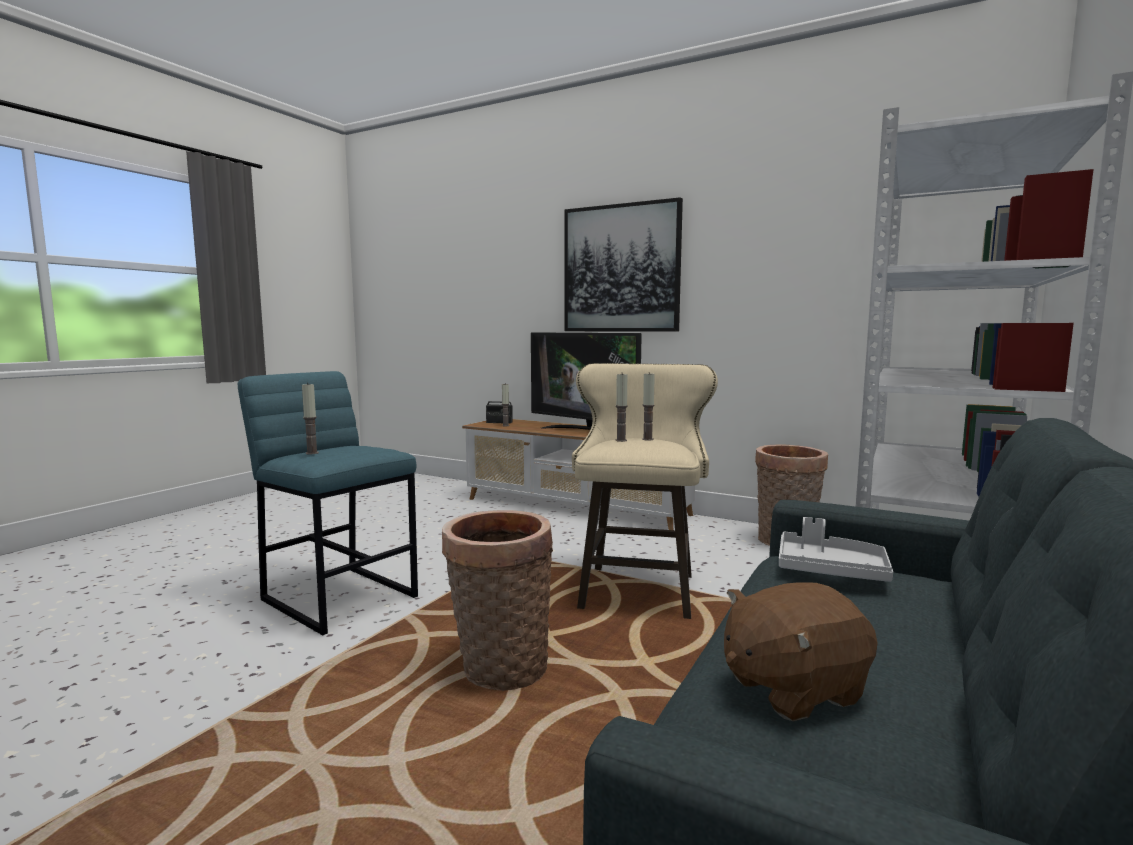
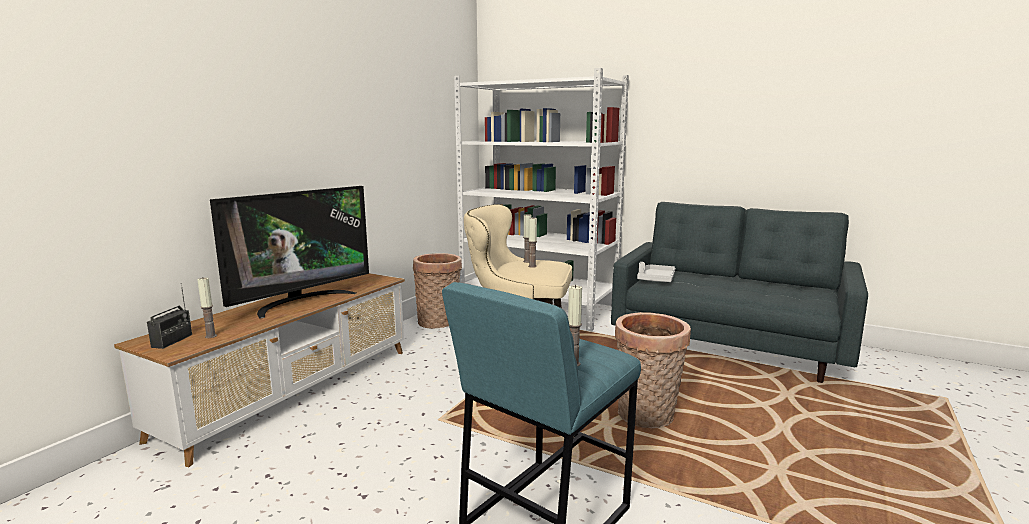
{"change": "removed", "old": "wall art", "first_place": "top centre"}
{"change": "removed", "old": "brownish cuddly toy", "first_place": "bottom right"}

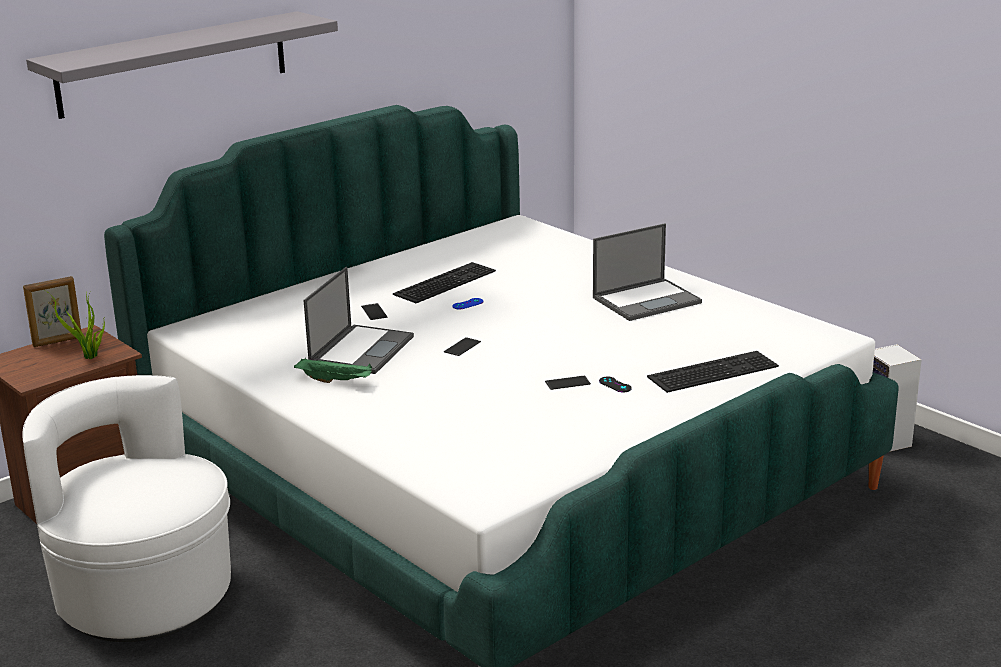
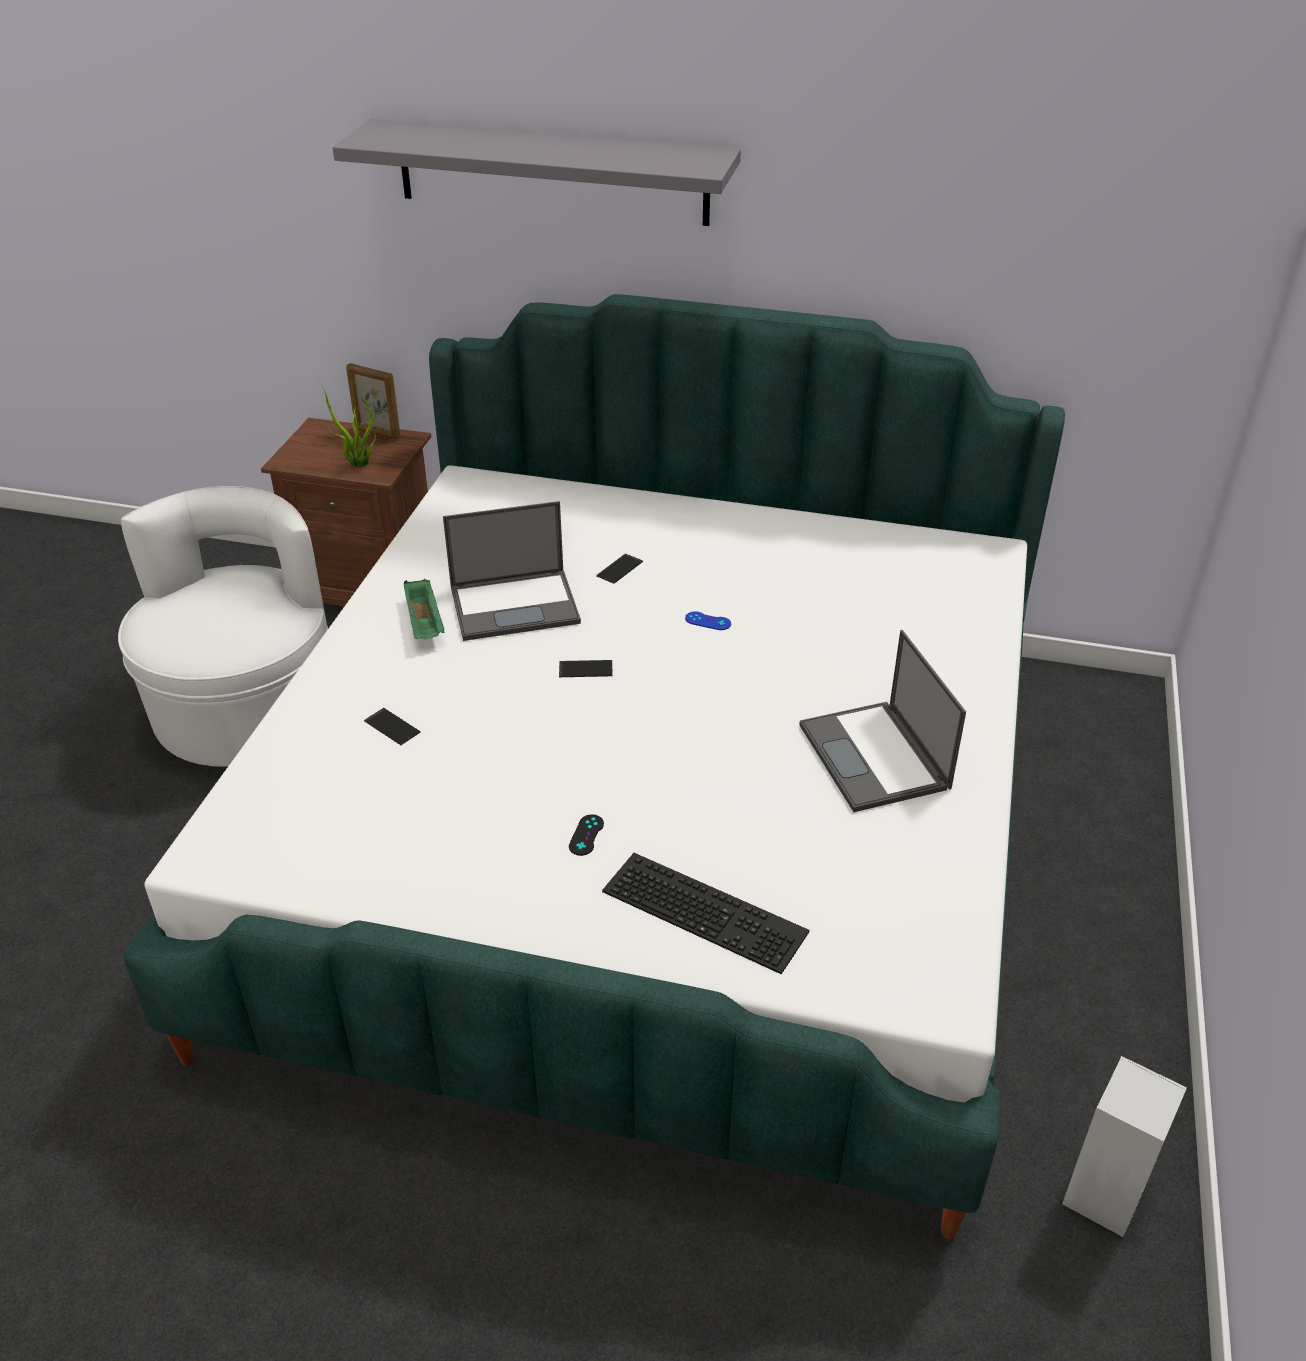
{"change": "turned", "old": "portable computer (2nd from left)", "first_place": "centre", "second_place": "middle right", "degrees": 45}
{"change": "removed", "old": "keyboard (1st from left)", "first_place": "centre"}
{"change": "moved", "old": "telephone (3rd from left in the first image)", "new": "telephone (1st from left)", "first_place": "centre", "second_place": "middle left"}

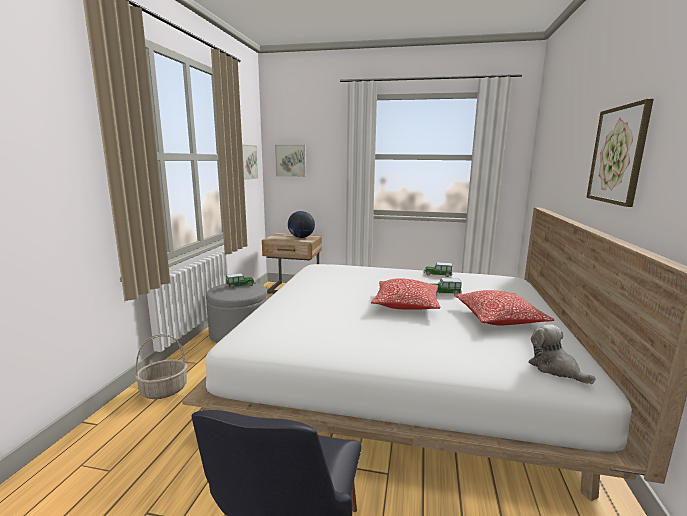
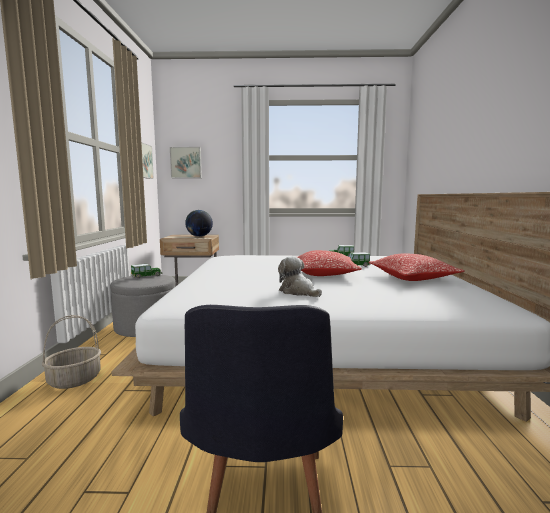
{"change": "removed", "old": "wall art (3rd from left)", "first_place": "top right"}
{"change": "moved", "old": "cuddly toy", "first_place": "bottom right", "second_place": "centre"}

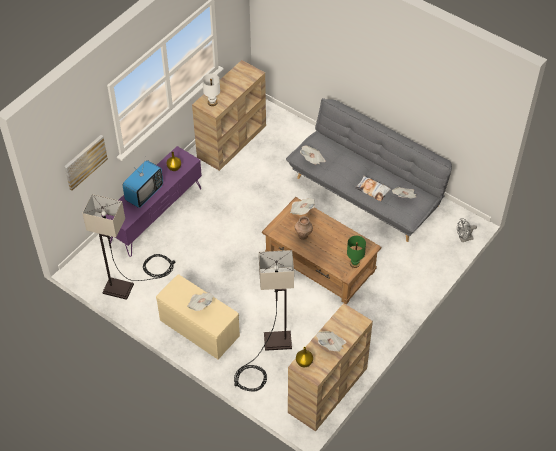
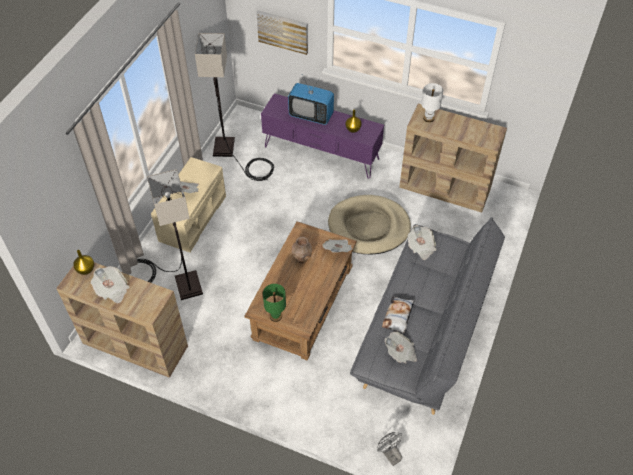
{"change": "added", "new": "sand-coloured dog bed", "second_place": "centre"}

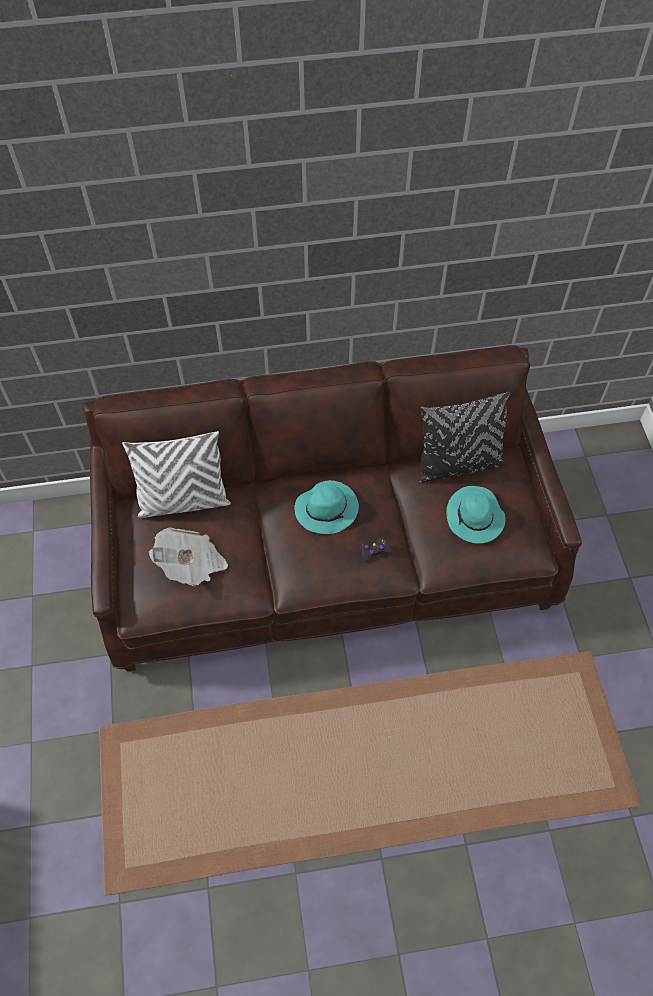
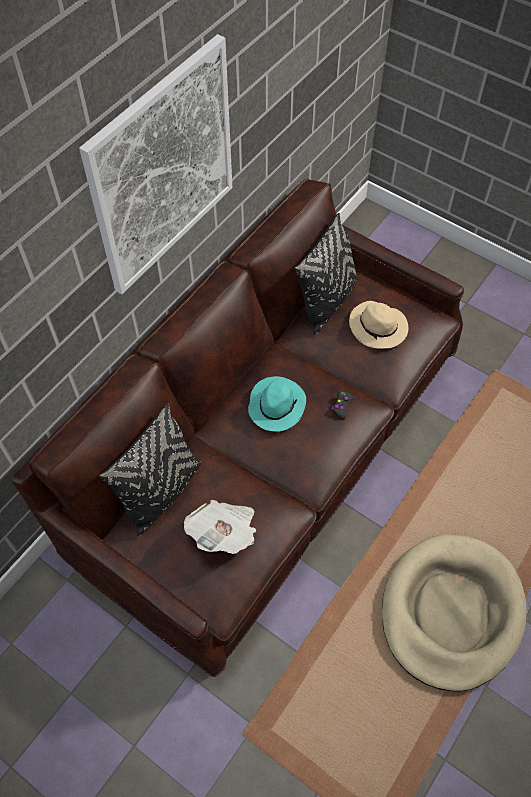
{"change": "recoloured", "old": "white pillow", "new": "black pillow (1st from left)", "first_place": "middle left", "second_place": "middle left"}
{"change": "recoloured", "old": "blue-green wearable hat (2nd from left)", "new": "sand-coloured wearable hat", "first_place": "middle right", "second_place": "middle right"}
{"change": "added", "new": "wall art", "second_place": "top left"}
{"change": "added", "new": "sand-coloured dog bed", "second_place": "bottom right"}

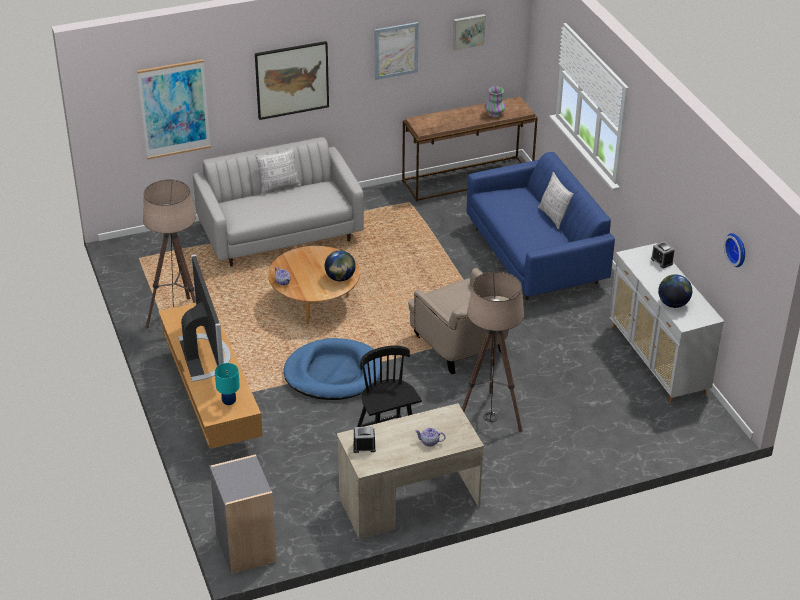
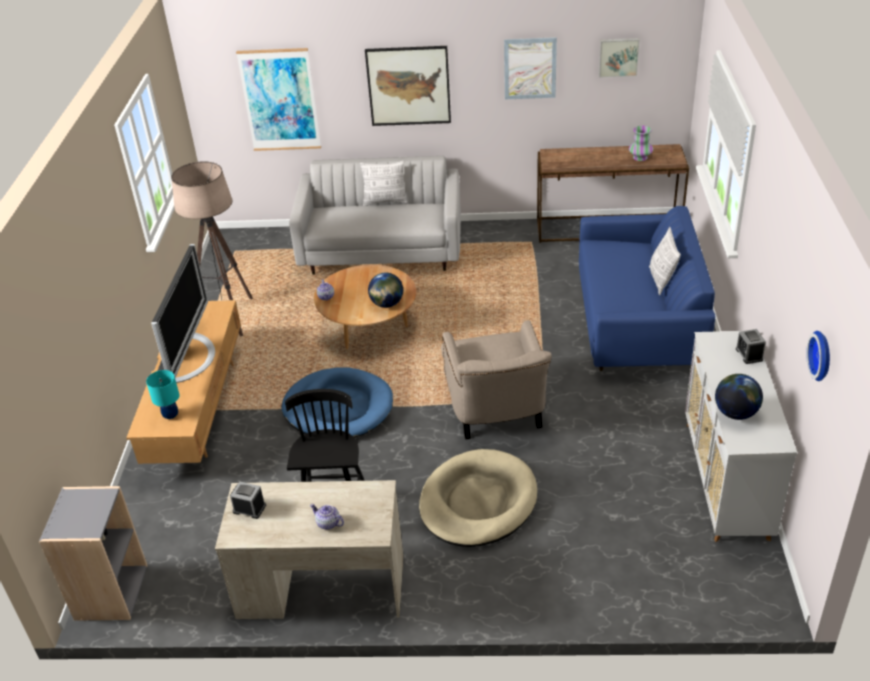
{"change": "replaced", "old": "floor lamp (2nd from left)", "new": "sand-coloured dog bed", "first_place": "centre", "second_place": "bottom centre"}

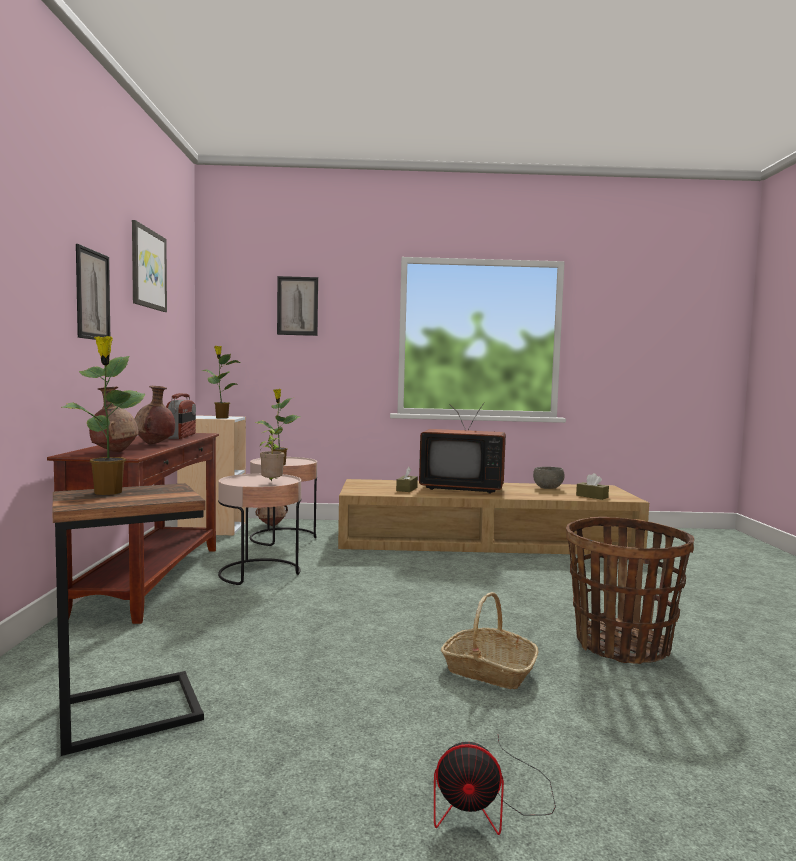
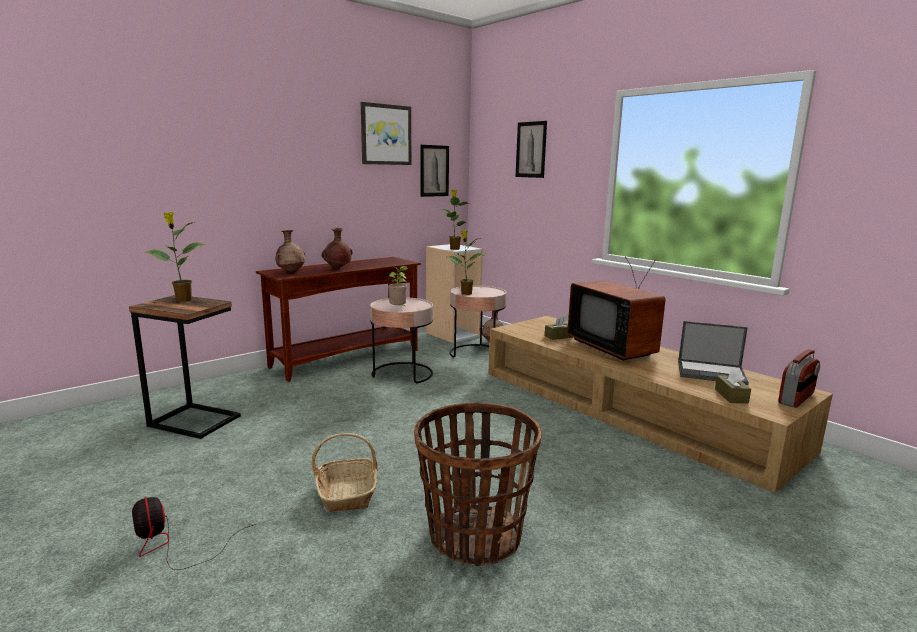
{"change": "moved", "old": "wall art (1st from left in the first image)", "new": "wall art (2nd from left)", "first_place": "middle left", "second_place": "top centre"}
{"change": "moved", "old": "radio", "first_place": "middle left", "second_place": "middle right"}
{"change": "replaced", "old": "grey bowl", "new": "portable computer", "first_place": "middle right", "second_place": "middle right"}

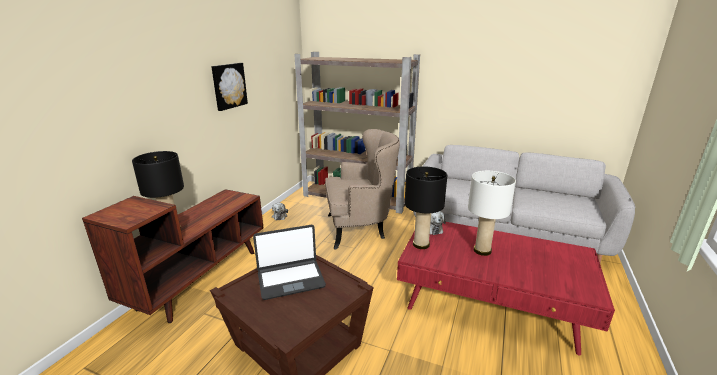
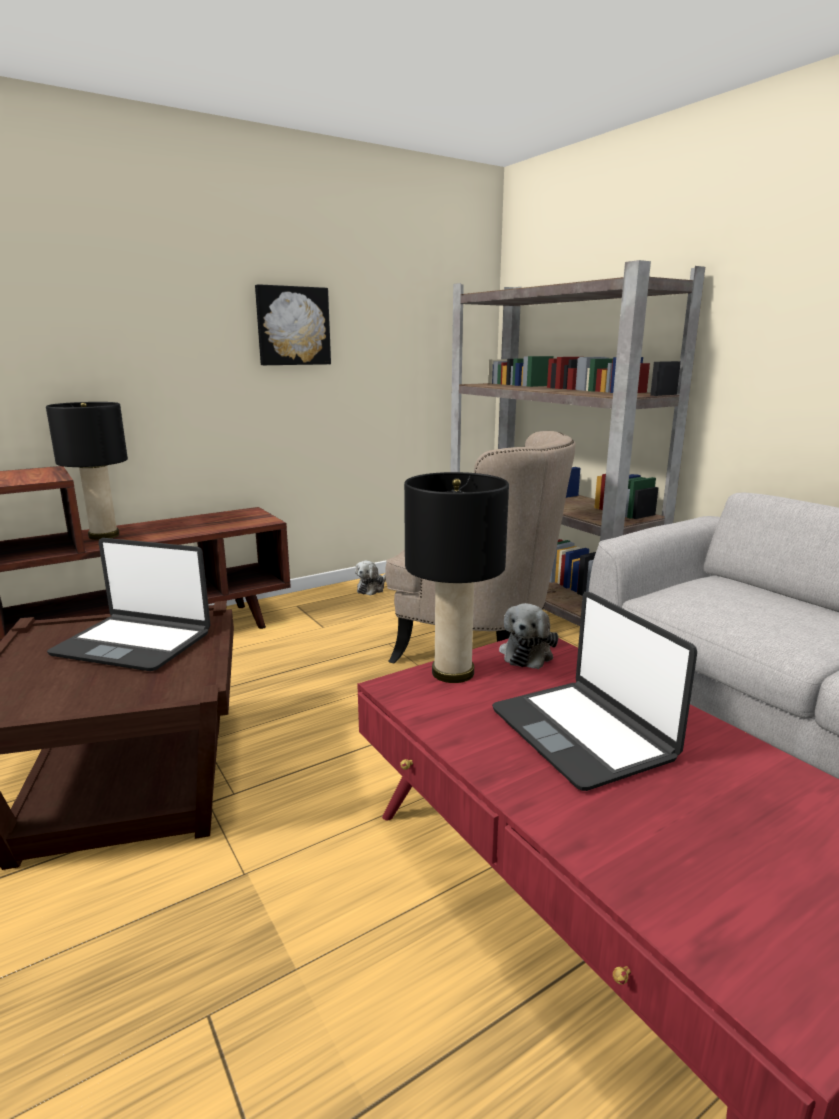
{"change": "replaced", "old": "white tabletop lamp", "new": "portable computer (2nd from left)", "first_place": "middle right", "second_place": "middle right"}

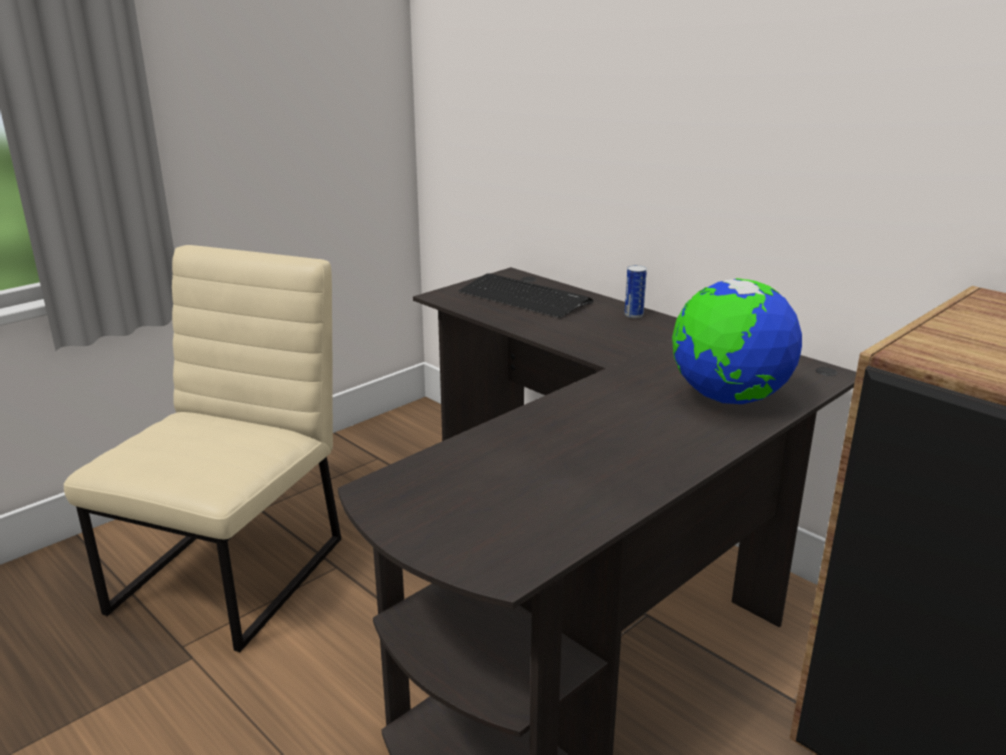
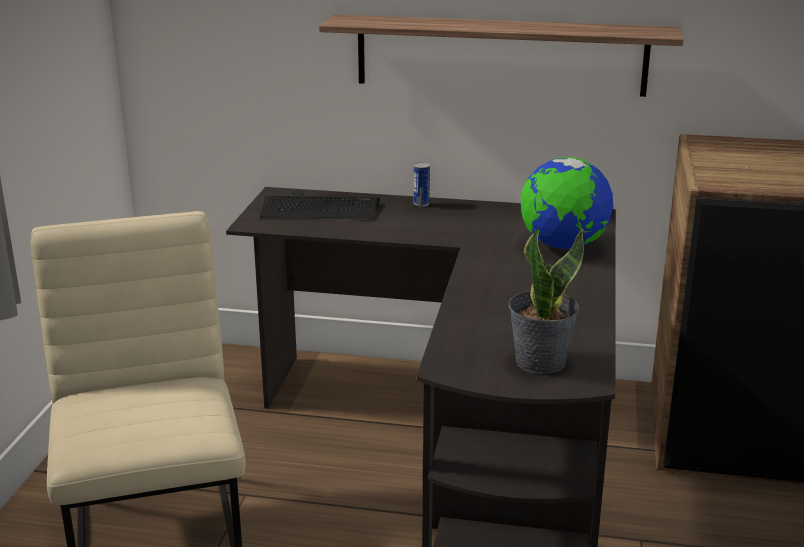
{"change": "added", "new": "bracket shelf", "second_place": "top centre"}
{"change": "added", "new": "plant in a pot", "second_place": "middle right"}

